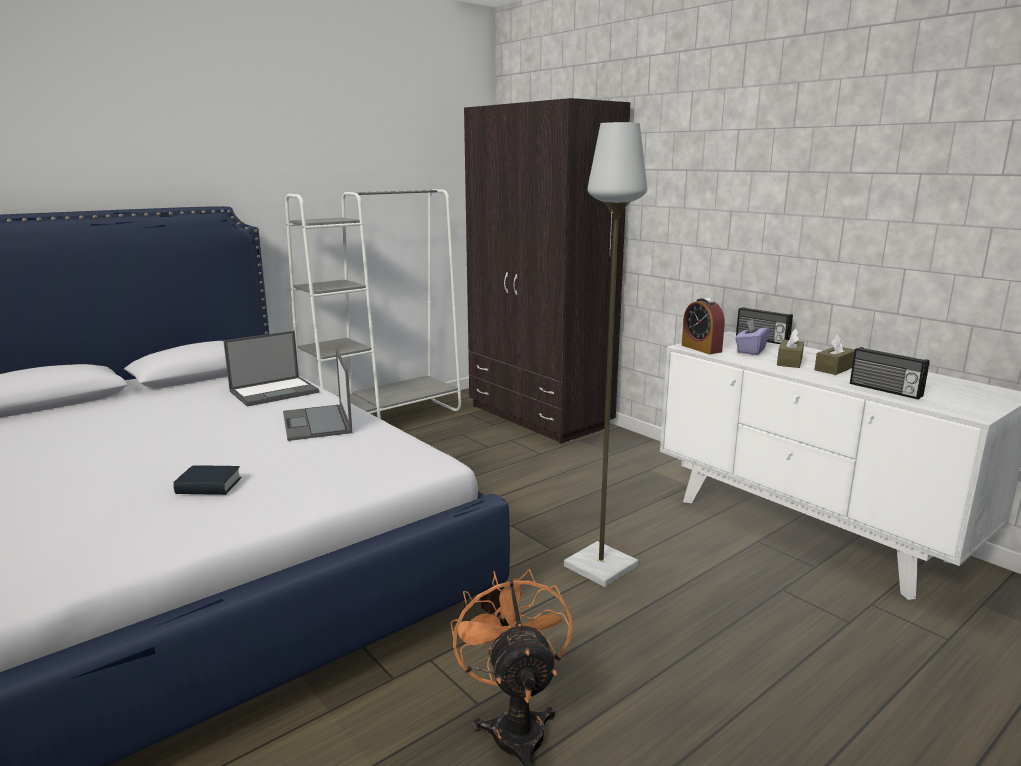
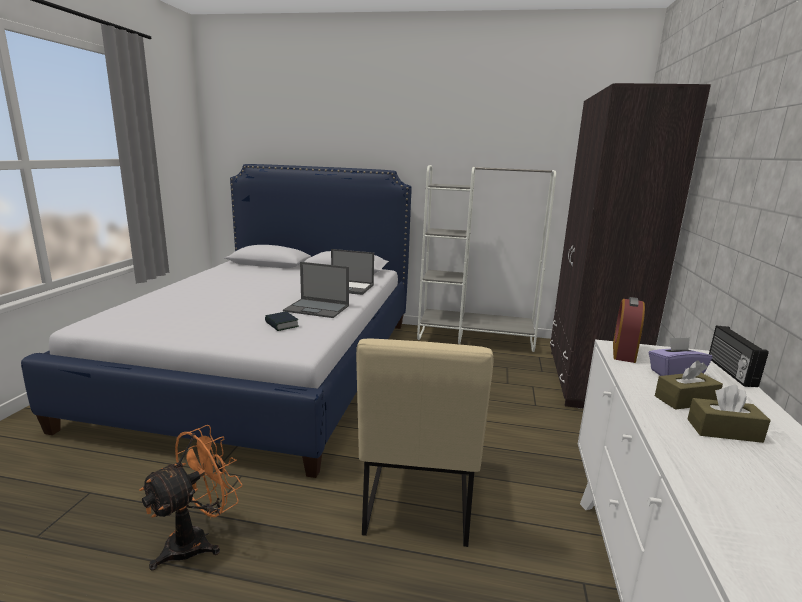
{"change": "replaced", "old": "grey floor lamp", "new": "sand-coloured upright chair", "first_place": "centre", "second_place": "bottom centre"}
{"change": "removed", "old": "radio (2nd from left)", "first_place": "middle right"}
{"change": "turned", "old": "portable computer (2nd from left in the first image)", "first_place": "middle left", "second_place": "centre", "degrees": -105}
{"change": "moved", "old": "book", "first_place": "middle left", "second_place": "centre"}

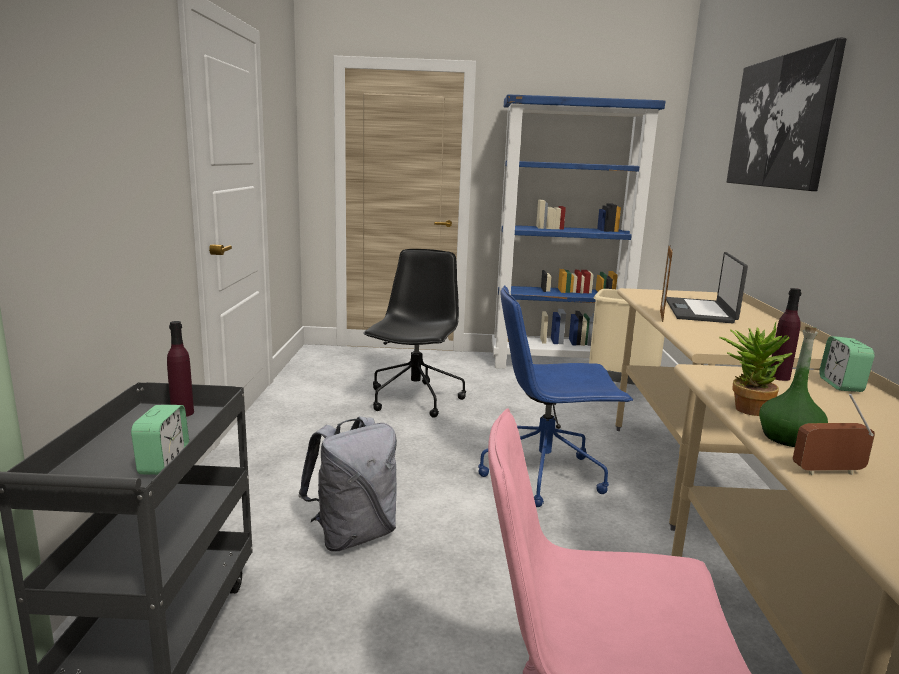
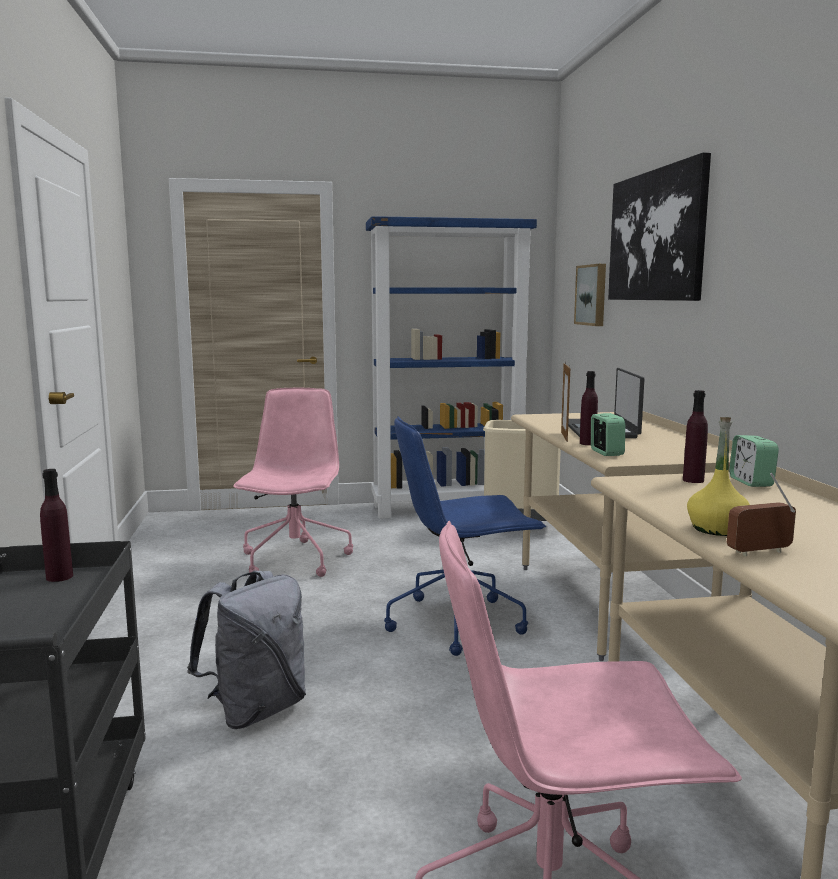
{"change": "recoloured", "old": "black desk chair", "new": "pink desk chair (1st from left)", "first_place": "centre", "second_place": "centre"}
{"change": "removed", "old": "plant in a pot", "first_place": "middle right"}
{"change": "recoloured", "old": "green-coloured beverage bottle", "new": "yellow-coloured beverage bottle", "first_place": "middle right", "second_place": "middle right"}
{"change": "moved", "old": "alarm clock (1st from left)", "first_place": "middle left", "second_place": "middle right"}
{"change": "added", "new": "wall art (1st from left)", "second_place": "middle right"}
{"change": "added", "new": "purplish beverage bottle (2nd from left)", "second_place": "middle right"}

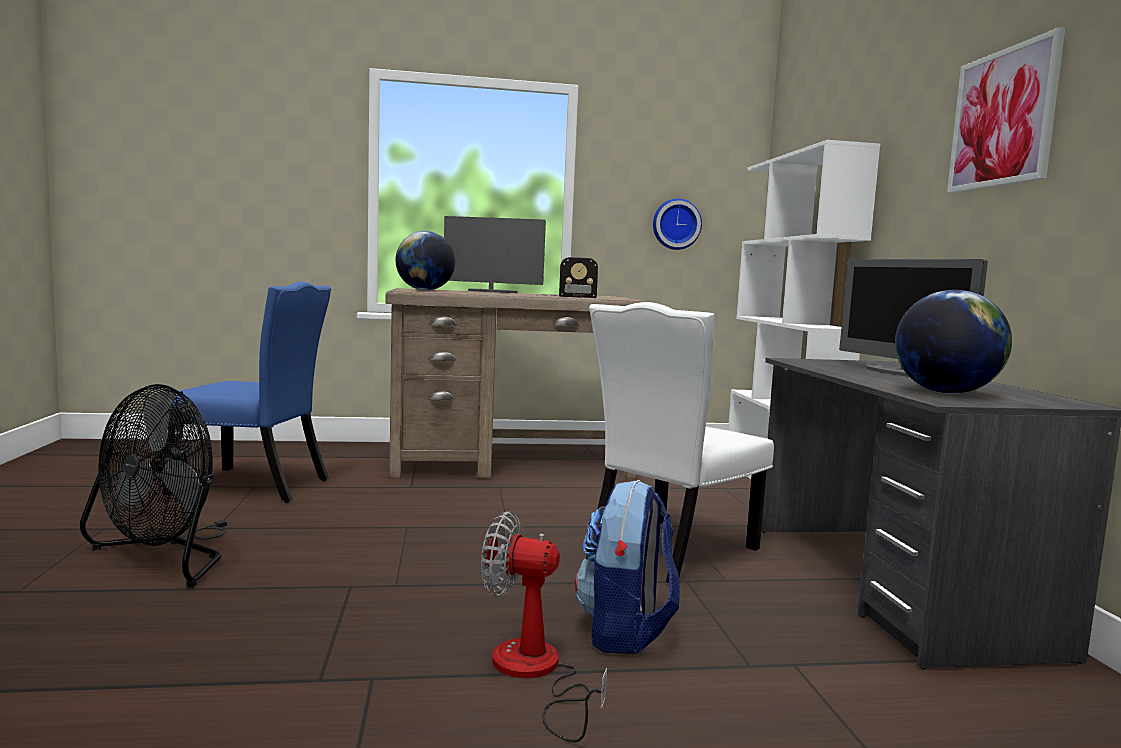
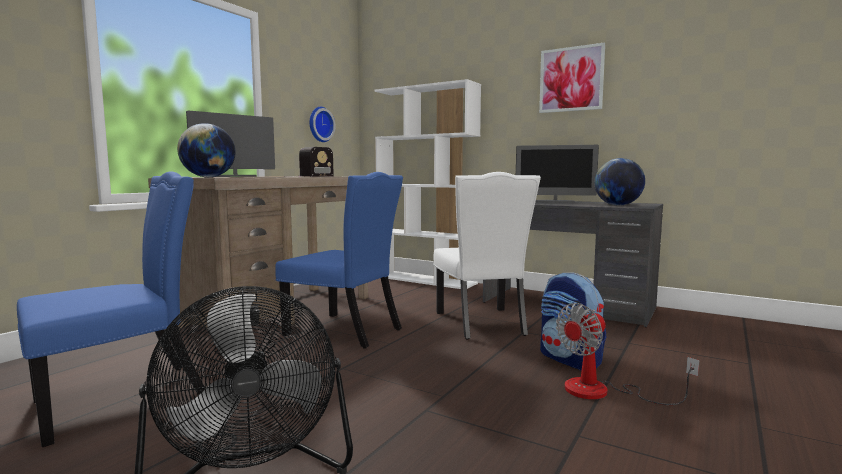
{"change": "added", "new": "blue upright chair (2nd from left)", "second_place": "centre"}

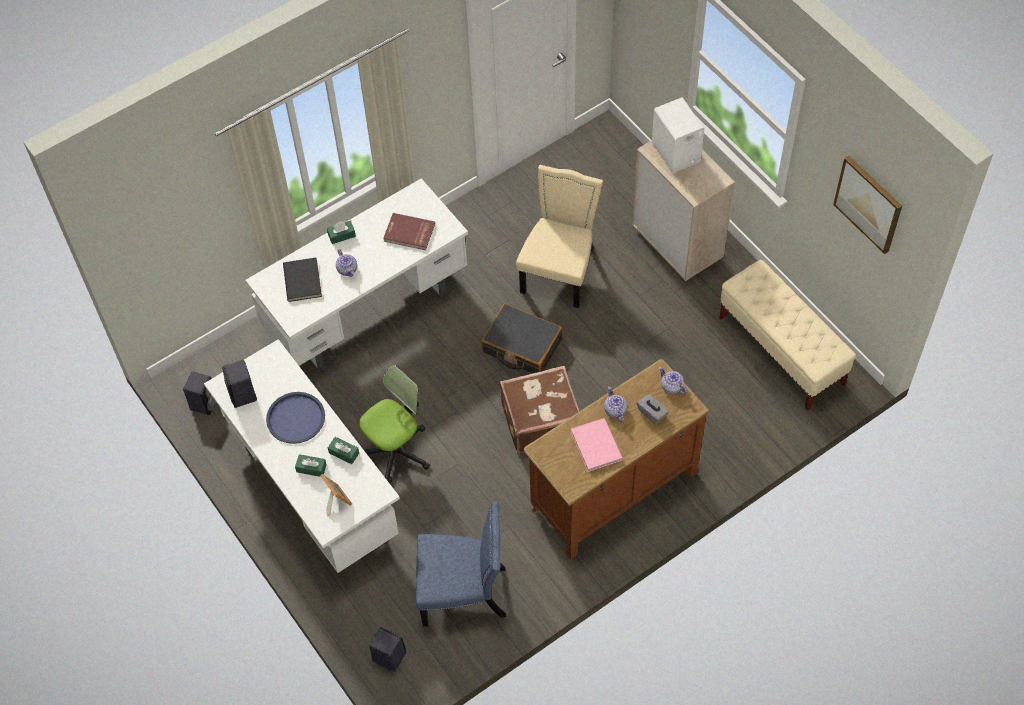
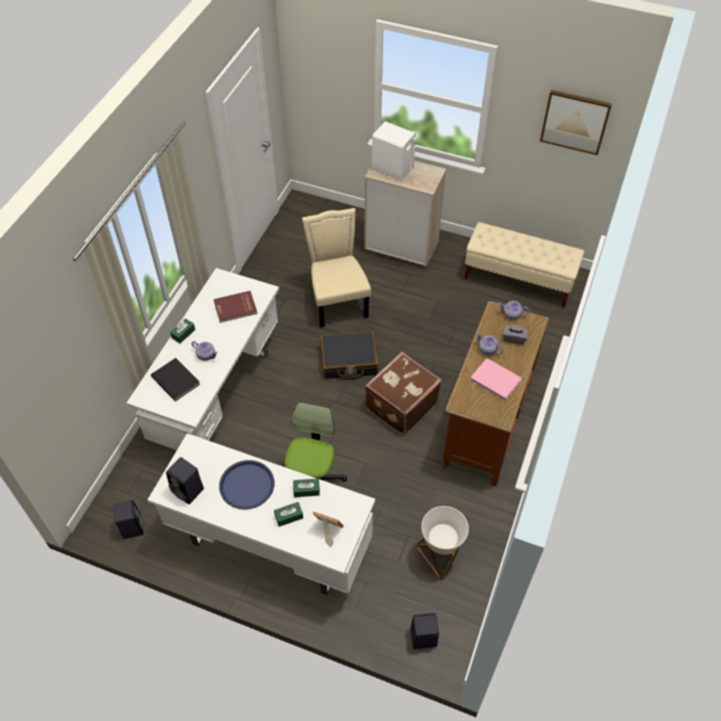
{"change": "replaced", "old": "blue upright chair", "new": "plant pot", "first_place": "bottom centre", "second_place": "bottom centre"}

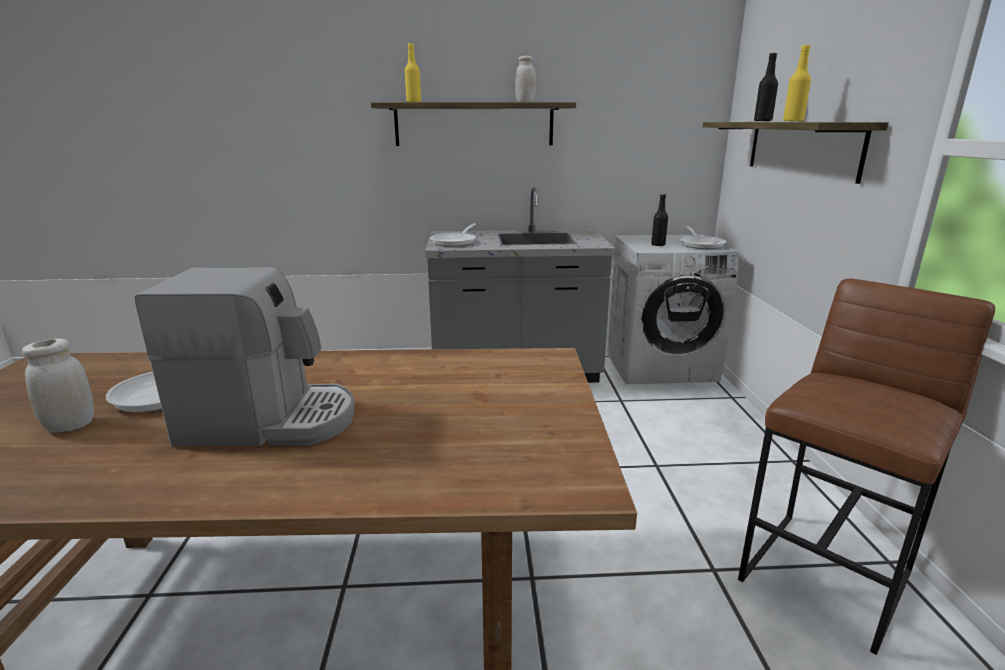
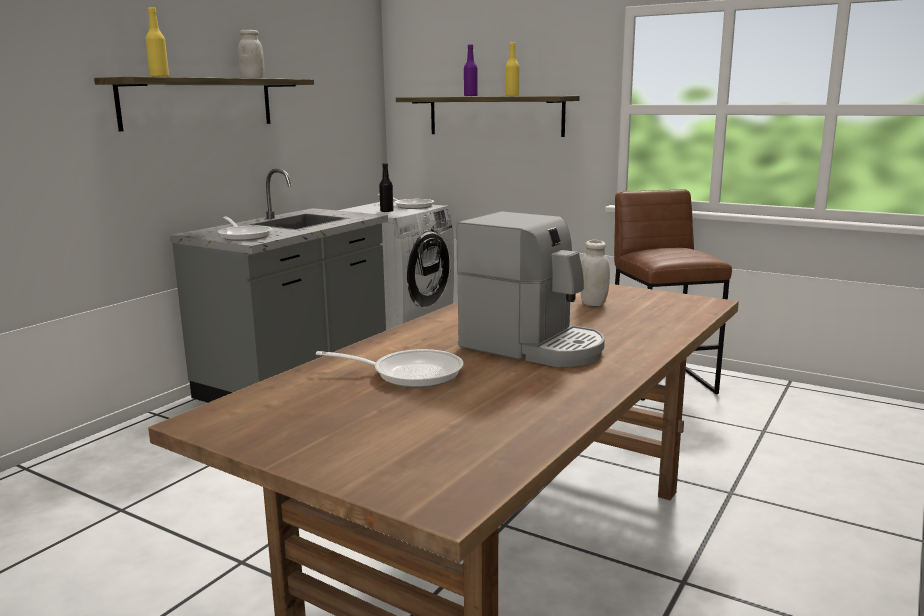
{"change": "recoloured", "old": "black beverage bottle (2nd from left)", "new": "purplish beverage bottle", "first_place": "top right", "second_place": "top centre"}
{"change": "turned", "old": "coffee brewer", "first_place": "middle left", "second_place": "centre", "degrees": 90}
{"change": "moved", "old": "white jar (1st from left in the first image)", "new": "white jar (2nd from left)", "first_place": "middle left", "second_place": "centre"}

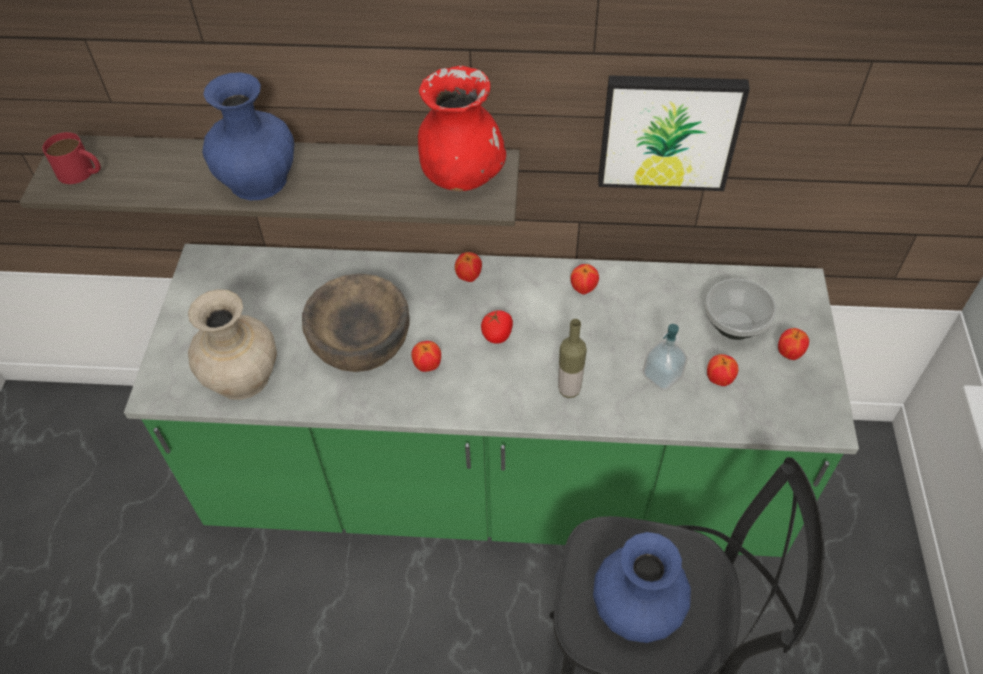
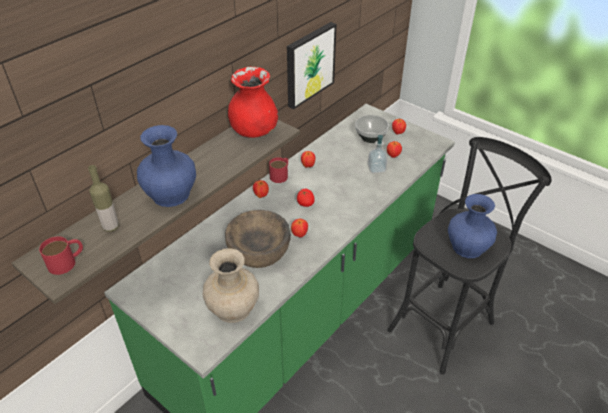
{"change": "moved", "old": "beverage bottle", "first_place": "centre", "second_place": "middle left"}
{"change": "added", "new": "red-coloured tea mug (2nd from left)", "second_place": "centre"}

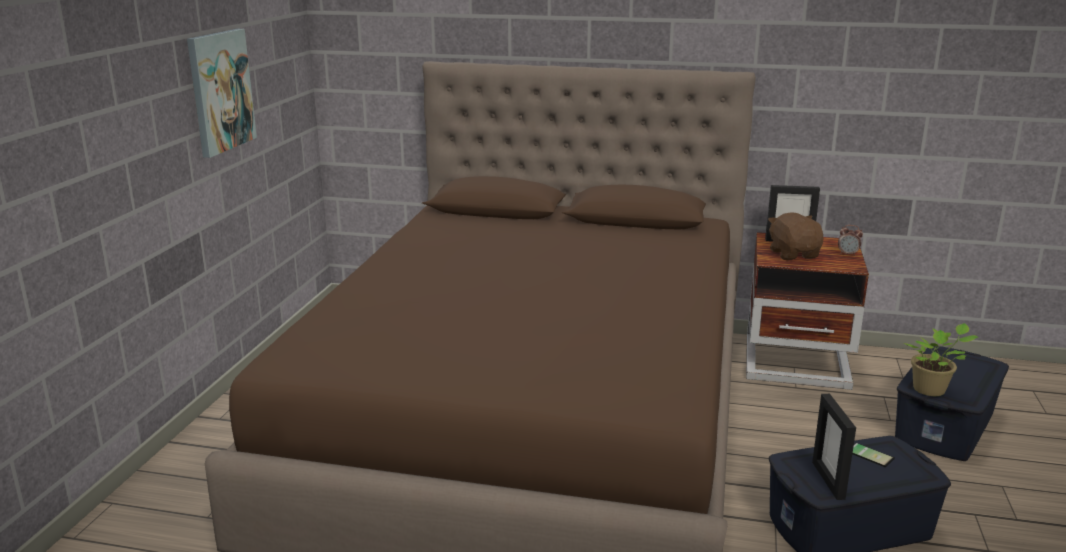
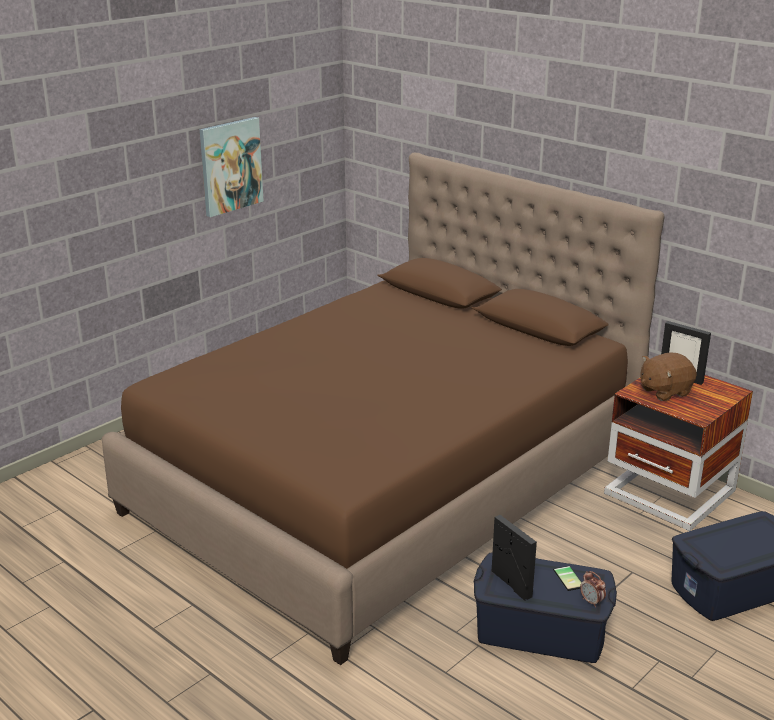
{"change": "turned", "old": "brownish cuddly toy", "first_place": "middle right", "second_place": "middle right", "degrees": -135}
{"change": "moved", "old": "alarm clock", "first_place": "middle right", "second_place": "bottom right"}
{"change": "removed", "old": "plant in a pot", "first_place": "middle right"}
{"change": "turned", "old": "standing frame (2nd from left in the first image)", "first_place": "bottom right", "second_place": "bottom centre", "degrees": 120}

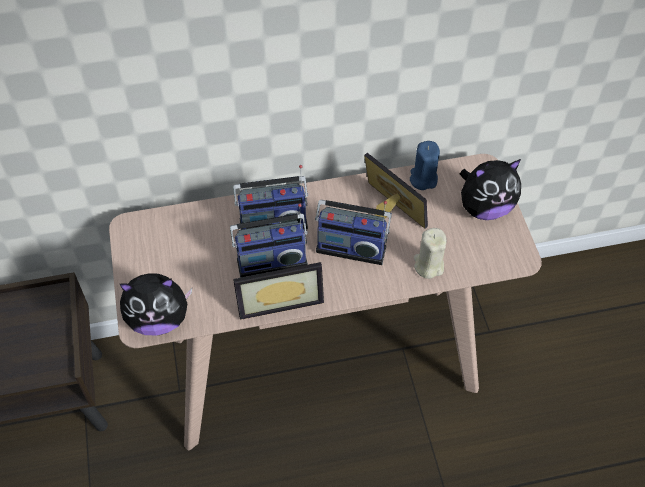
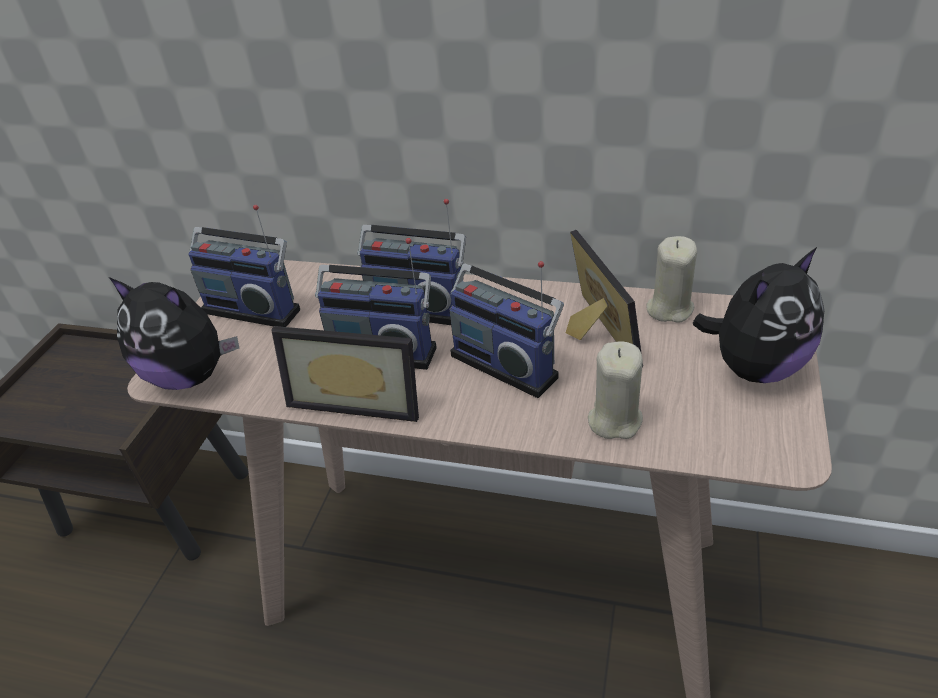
{"change": "recoloured", "old": "blue candle", "new": "sand-coloured candle (2nd from left)", "first_place": "centre", "second_place": "middle right"}
{"change": "turned", "old": "cuddly toy (2nd from left)", "first_place": "middle right", "second_place": "middle right", "degrees": -45}
{"change": "added", "new": "radio (1st from left)", "second_place": "middle left"}

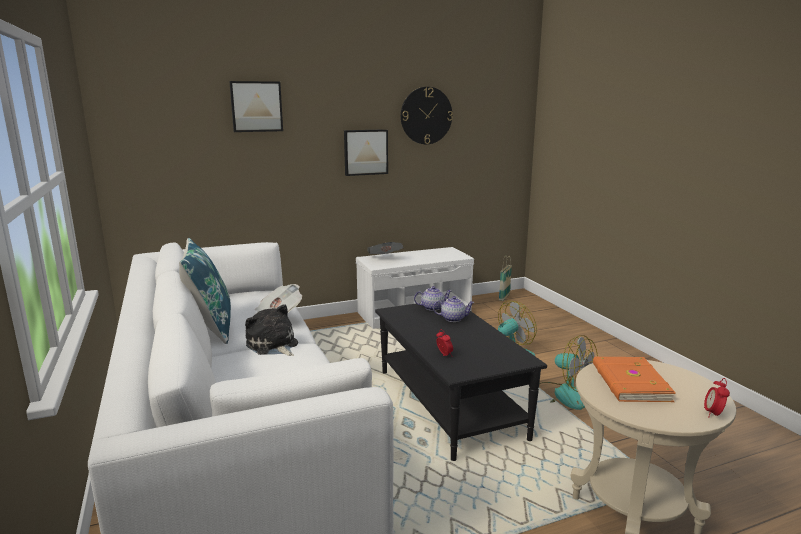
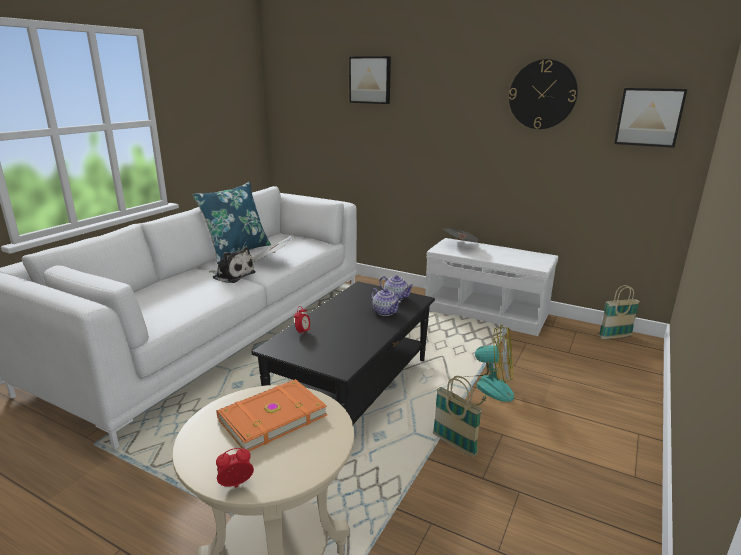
{"change": "moved", "old": "wall art (2nd from left)", "first_place": "top centre", "second_place": "top right"}
{"change": "turned", "old": "cuddly toy", "first_place": "centre", "second_place": "middle left", "degrees": 105}
{"change": "replaced", "old": "electric fan (2nd from left)", "new": "basket (1st from left)", "first_place": "bottom right", "second_place": "bottom centre"}

